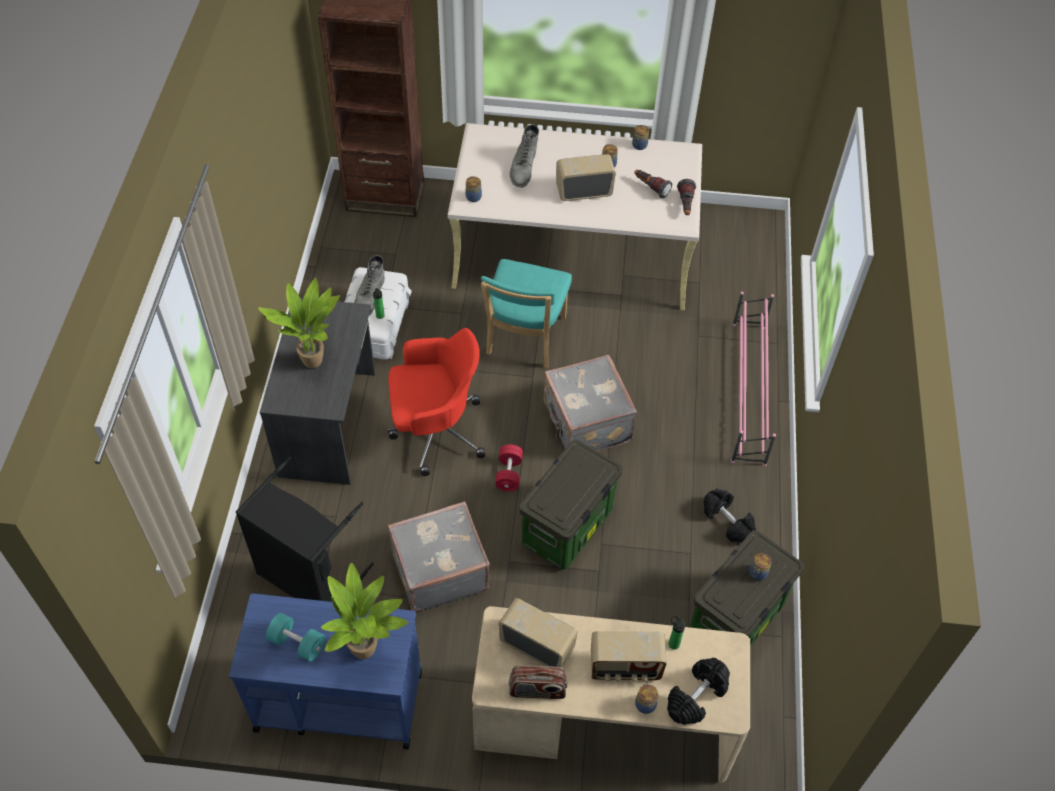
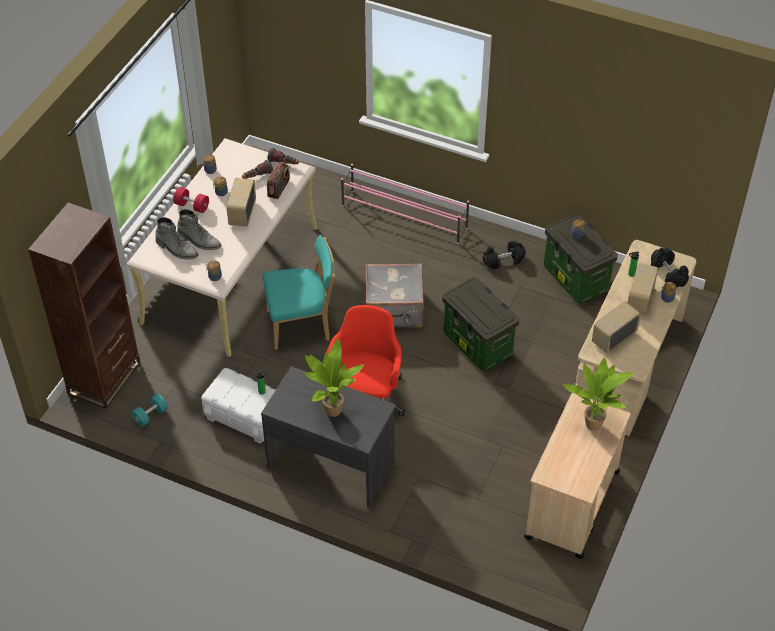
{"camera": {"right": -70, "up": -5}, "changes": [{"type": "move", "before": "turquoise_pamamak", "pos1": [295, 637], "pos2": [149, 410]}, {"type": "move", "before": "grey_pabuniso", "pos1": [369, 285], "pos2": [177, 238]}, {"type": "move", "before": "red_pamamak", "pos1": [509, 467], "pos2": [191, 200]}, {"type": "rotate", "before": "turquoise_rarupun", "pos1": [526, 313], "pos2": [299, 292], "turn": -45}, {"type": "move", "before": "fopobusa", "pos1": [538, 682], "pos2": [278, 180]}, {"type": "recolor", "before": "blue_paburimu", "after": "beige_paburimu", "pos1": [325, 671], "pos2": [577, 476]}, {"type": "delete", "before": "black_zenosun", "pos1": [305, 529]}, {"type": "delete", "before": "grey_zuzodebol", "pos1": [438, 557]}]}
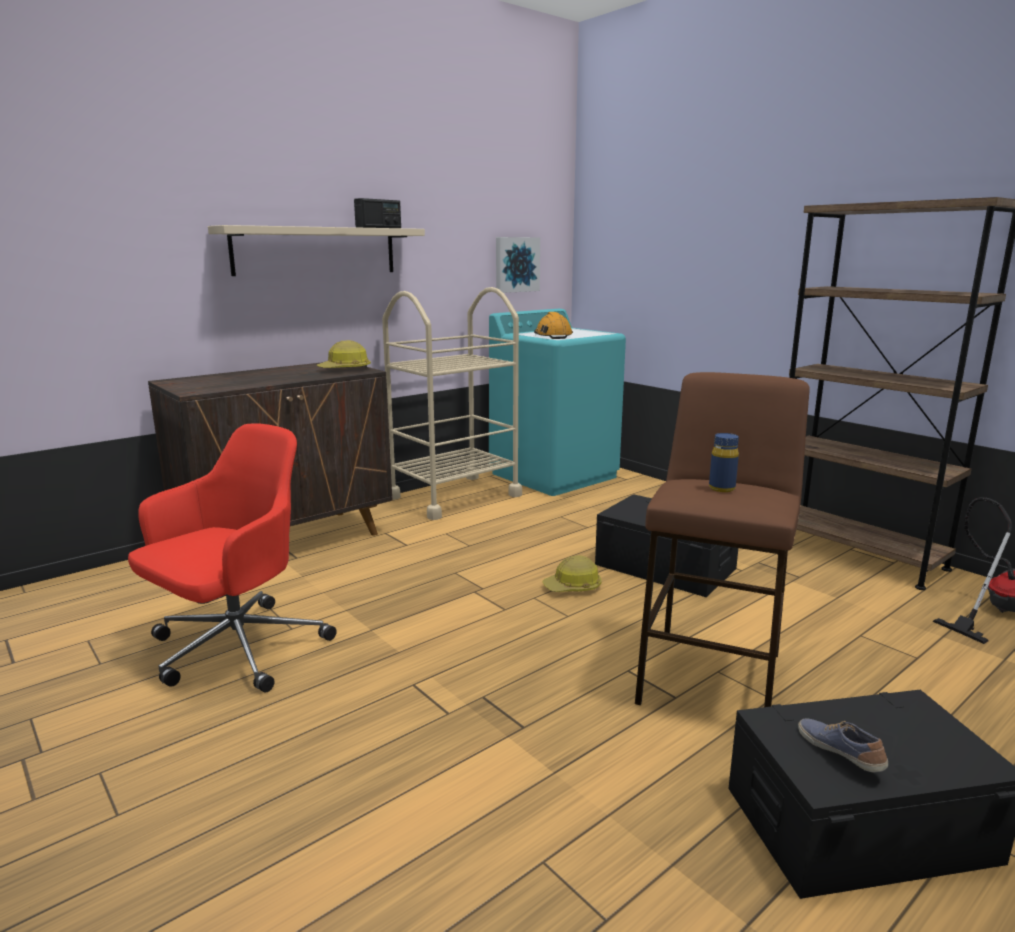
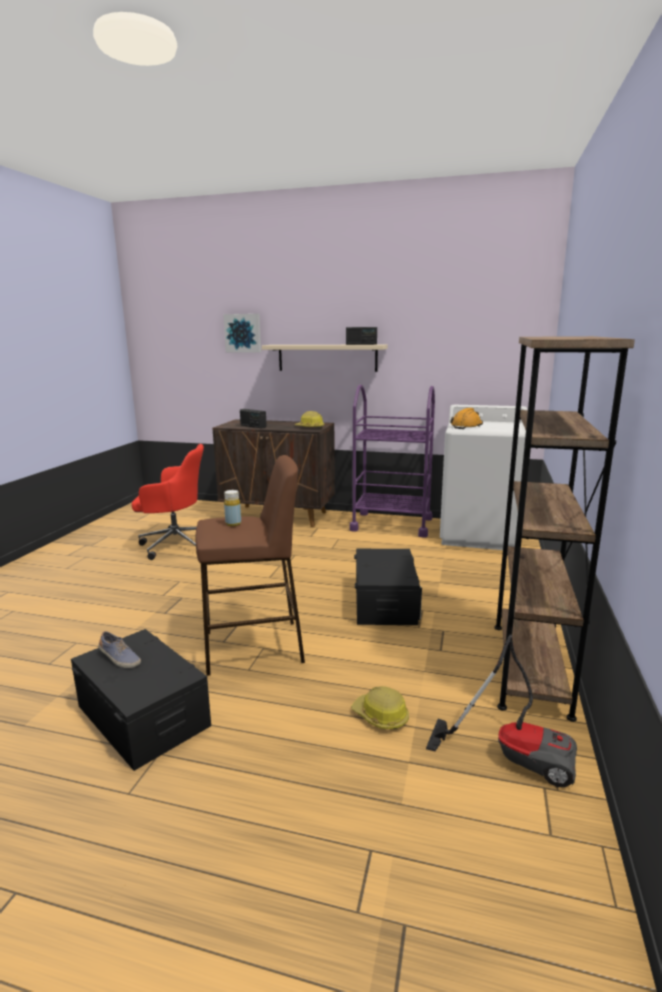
{"camera": {"right": 55, "up": 0}, "changes": [{"type": "rotate", "before": "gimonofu", "pos1": [843, 745], "pos2": [120, 649], "turn": 90}, {"type": "move", "before": "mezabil", "pos1": [518, 265], "pos2": [242, 333]}, {"type": "recolor", "before": "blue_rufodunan", "after": "yellow_rufodunan", "pos1": [724, 462], "pos2": [232, 508]}, {"type": "insert", "after": "fopobusa", "pos2": [253, 419]}, {"type": "recolor", "before": "beige_paburimu", "after": "purple_paburimu", "pos1": [452, 403], "pos2": [392, 461]}, {"type": "move", "before": "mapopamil", "pos1": [571, 573], "pos2": [380, 707]}, {"type": "recolor", "before": "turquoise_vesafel", "after": "white_vesafel", "pos1": [557, 402], "pos2": [483, 477]}]}
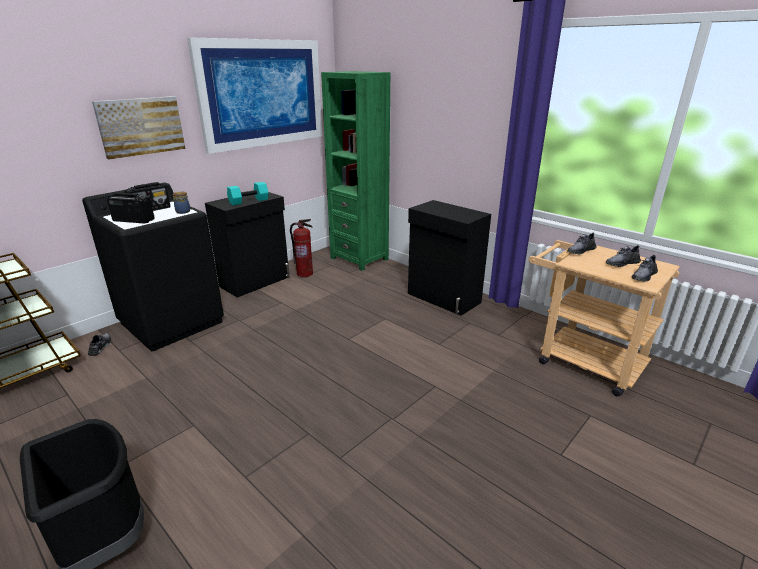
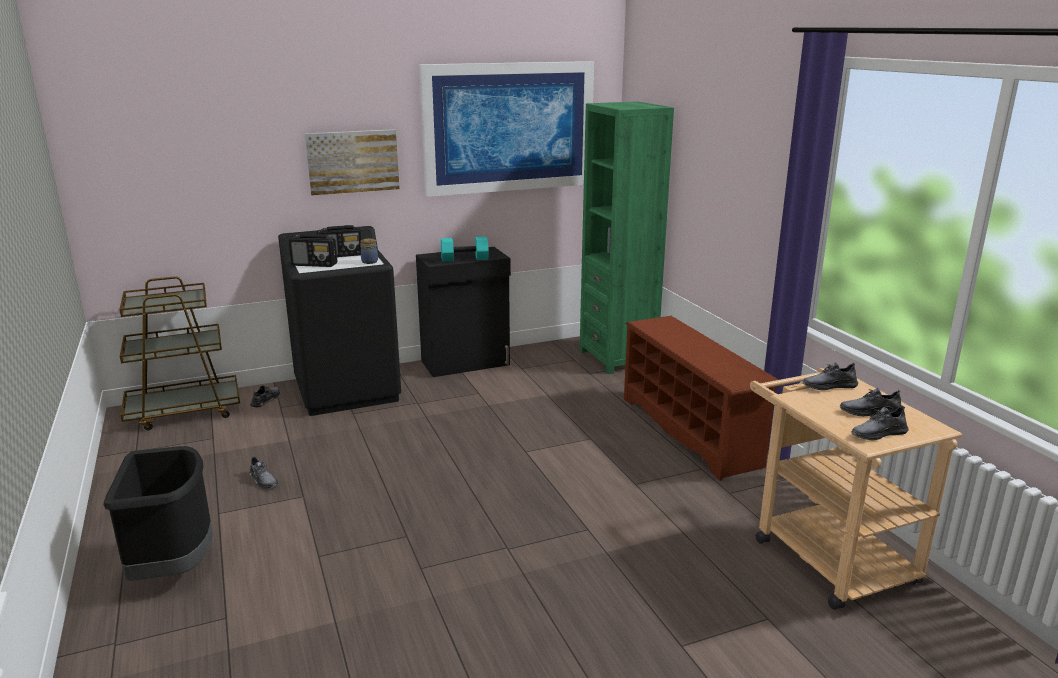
{"camera": {"right": 25, "up": -5}, "changes": [{"type": "insert", "after": "grey_gimonofu", "pos2": [263, 472]}, {"type": "rotate", "before": "fopobusa", "pos1": [131, 208], "pos2": [313, 250], "turn": 150}, {"type": "replace", "before": "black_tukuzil", "after": "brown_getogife", "pos1": [449, 258], "pos2": [704, 398]}, {"type": "delete", "before": "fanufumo", "pos1": [301, 248]}]}
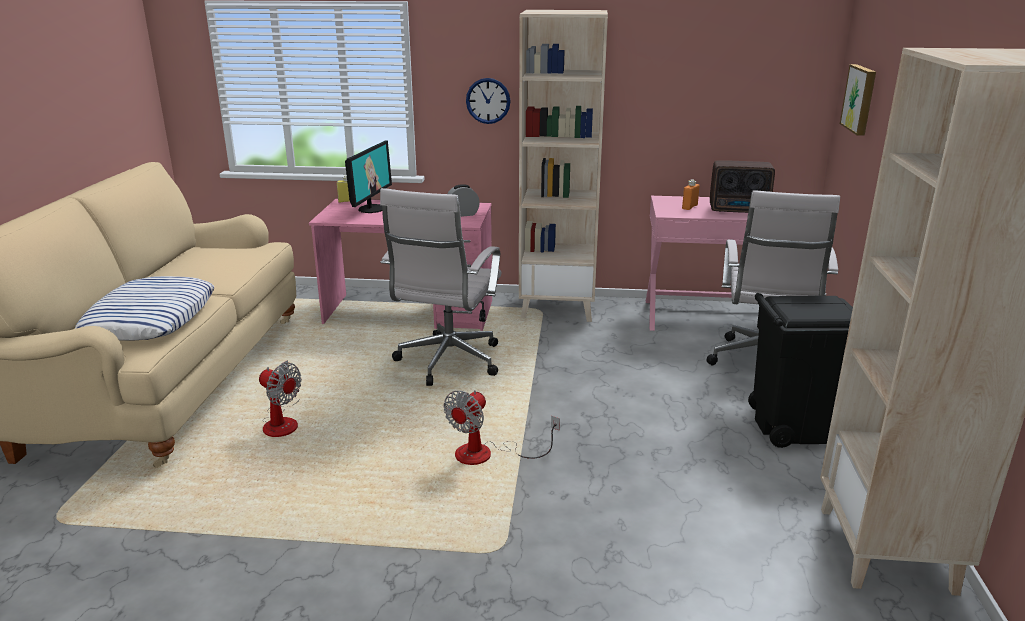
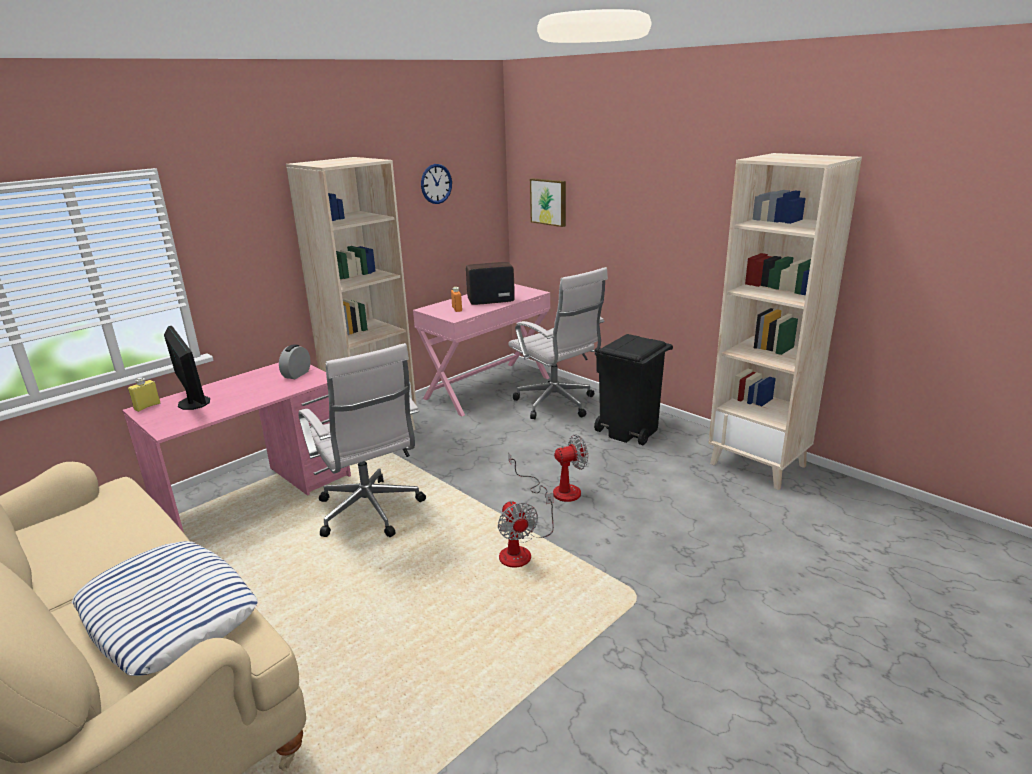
{"camera": {"right": -50, "up": 0}, "changes": [{"type": "move", "before": "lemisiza", "pos1": [488, 101], "pos2": [436, 184]}, {"type": "rotate", "before": "fopobusa", "pos1": [742, 186], "pos2": [490, 283], "turn": -150}, {"type": "move", "before": "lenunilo", "pos1": [280, 398], "pos2": [548, 468]}]}
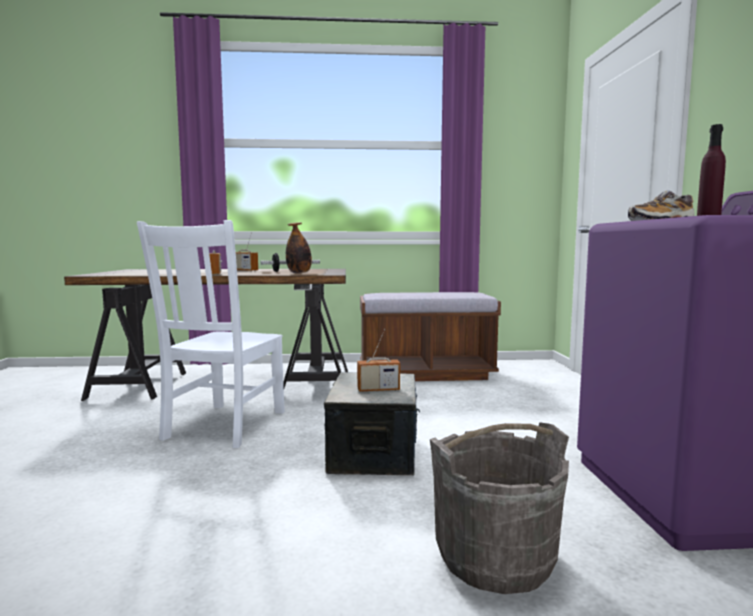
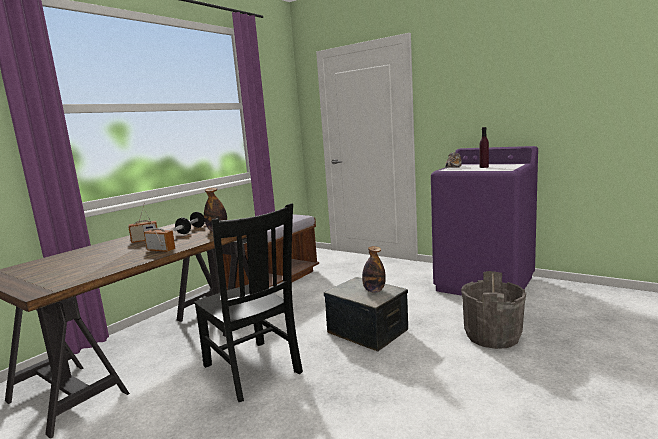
{"camera": {"right": -50, "up": 5}, "changes": [{"type": "recolor", "before": "white_rarupun", "after": "black_rarupun", "pos1": [211, 334], "pos2": [248, 302]}, {"type": "replace", "before": "fopobusa", "after": "rufodunan", "pos1": [378, 360], "pos2": [374, 269]}]}
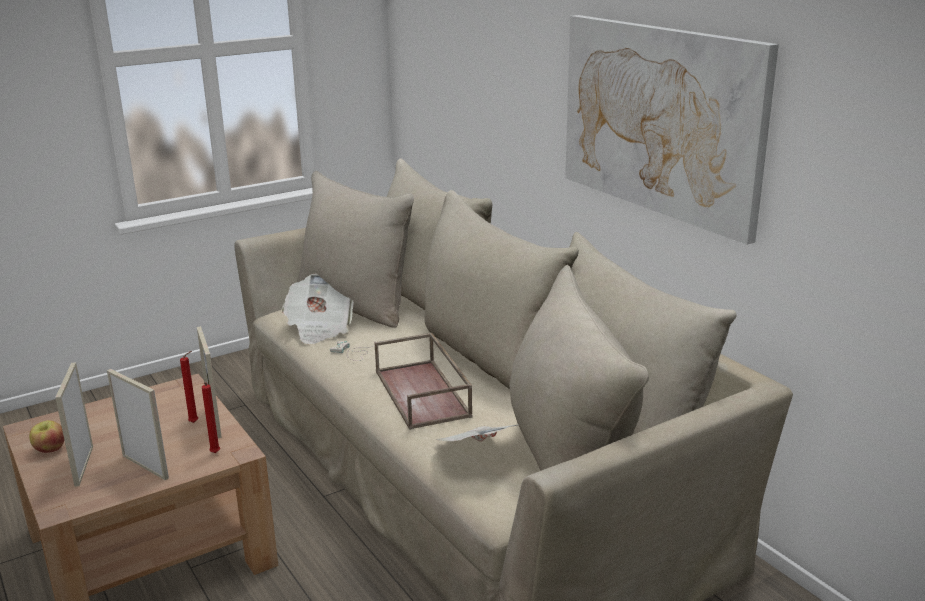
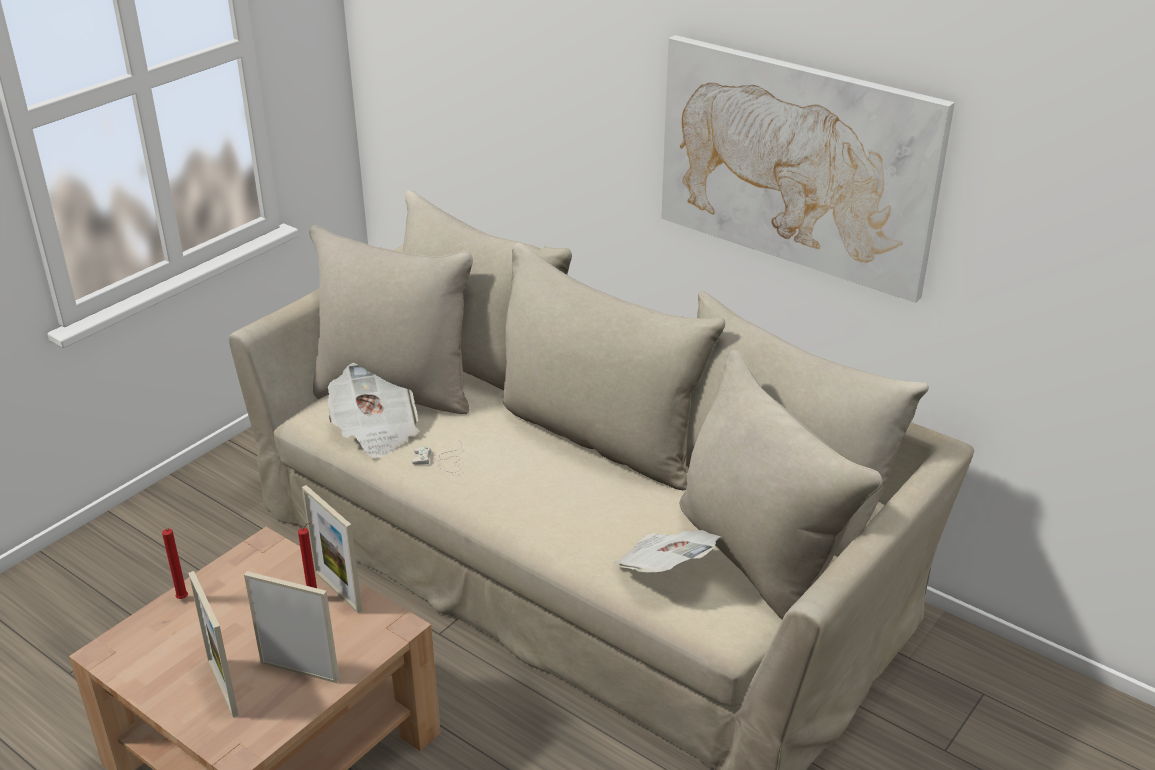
{"camera": {"right": -20, "up": 10}, "changes": [{"type": "move", "before": "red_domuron", "pos1": [211, 417], "pos2": [175, 563]}, {"type": "delete", "before": "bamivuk", "pos1": [46, 436]}, {"type": "delete", "before": "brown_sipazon", "pos1": [423, 381]}]}
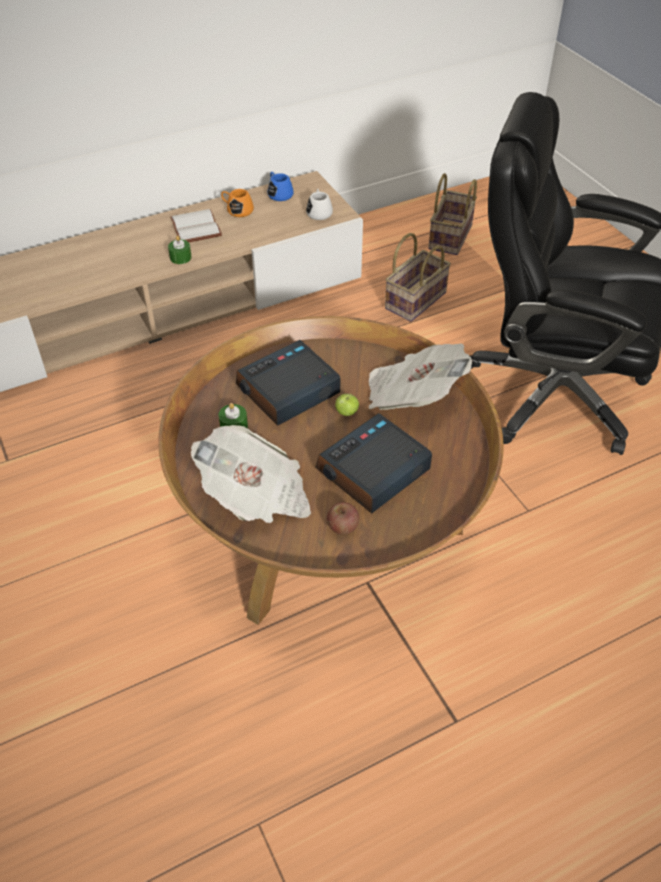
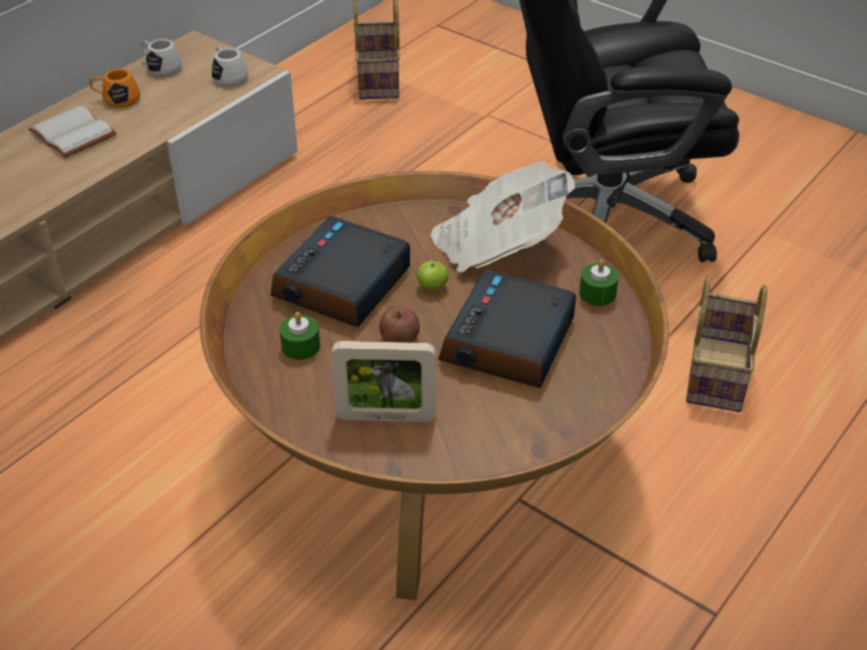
{"camera": {"right": -25, "up": -5}, "changes": [{"type": "recolor", "before": "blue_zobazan", "after": "white_zobazan", "pos1": [281, 186], "pos2": [161, 57]}, {"type": "replace", "before": "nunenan", "after": "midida", "pos1": [251, 474], "pos2": [383, 381]}, {"type": "move", "before": "bamivuk", "pos1": [343, 518], "pos2": [399, 324]}, {"type": "move", "before": "green_domuron", "pos1": [180, 250], "pos2": [599, 282]}, {"type": "move", "before": "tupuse", "pos1": [418, 277], "pos2": [726, 344]}]}
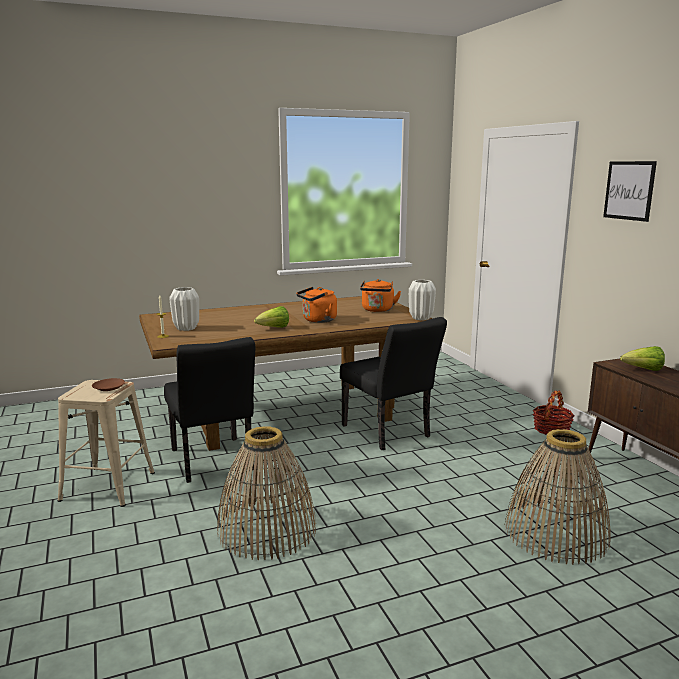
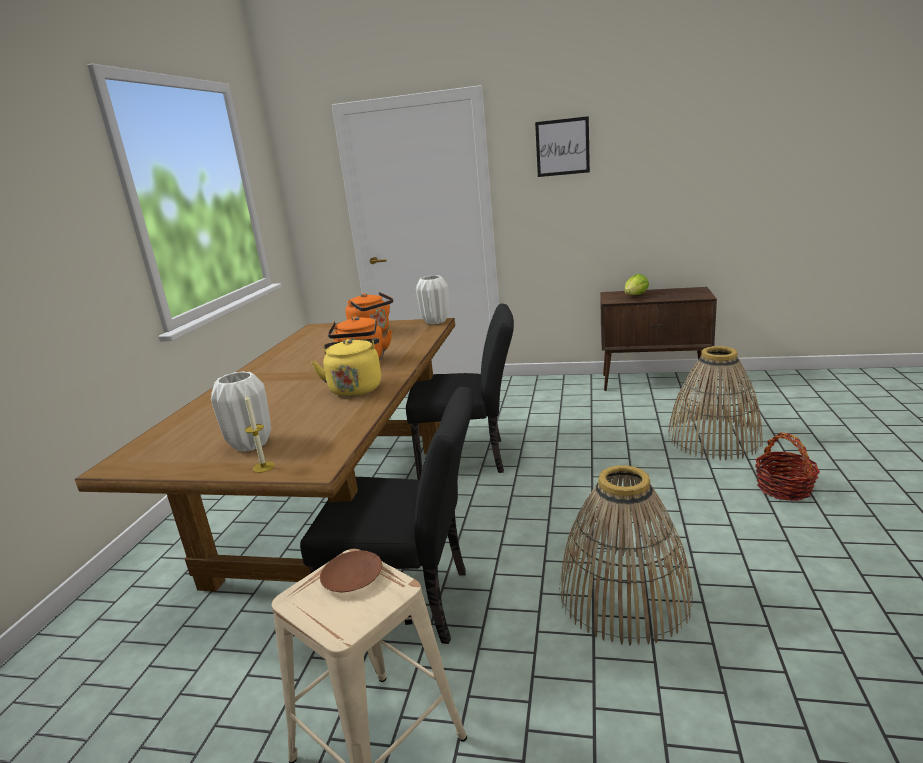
{"camera": {"right": -55, "up": 5}, "changes": [{"type": "replace", "before": "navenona", "after": "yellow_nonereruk", "pos1": [271, 317], "pos2": [346, 367]}, {"type": "move", "before": "tupuse", "pos1": [553, 413], "pos2": [787, 466]}]}
